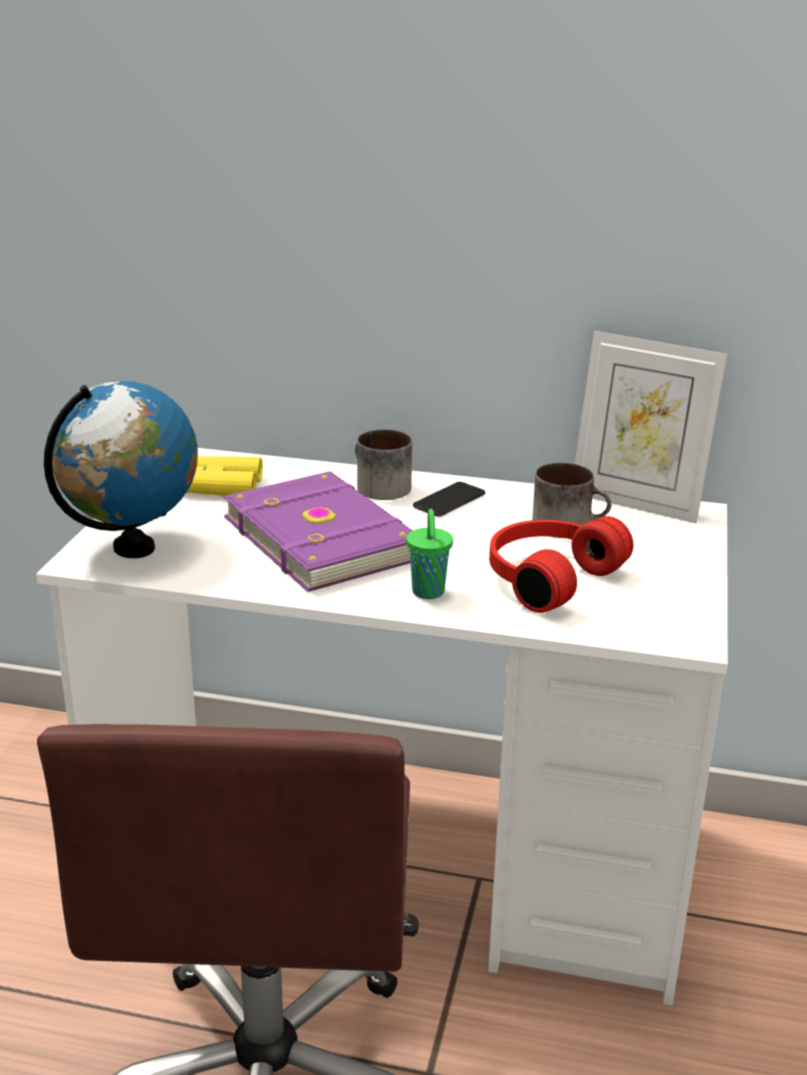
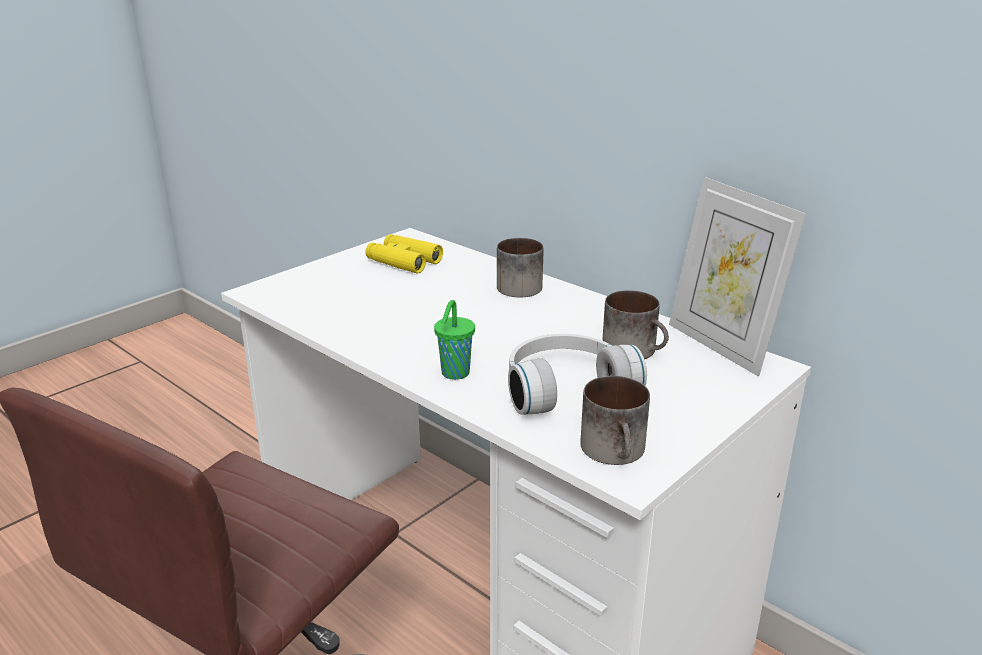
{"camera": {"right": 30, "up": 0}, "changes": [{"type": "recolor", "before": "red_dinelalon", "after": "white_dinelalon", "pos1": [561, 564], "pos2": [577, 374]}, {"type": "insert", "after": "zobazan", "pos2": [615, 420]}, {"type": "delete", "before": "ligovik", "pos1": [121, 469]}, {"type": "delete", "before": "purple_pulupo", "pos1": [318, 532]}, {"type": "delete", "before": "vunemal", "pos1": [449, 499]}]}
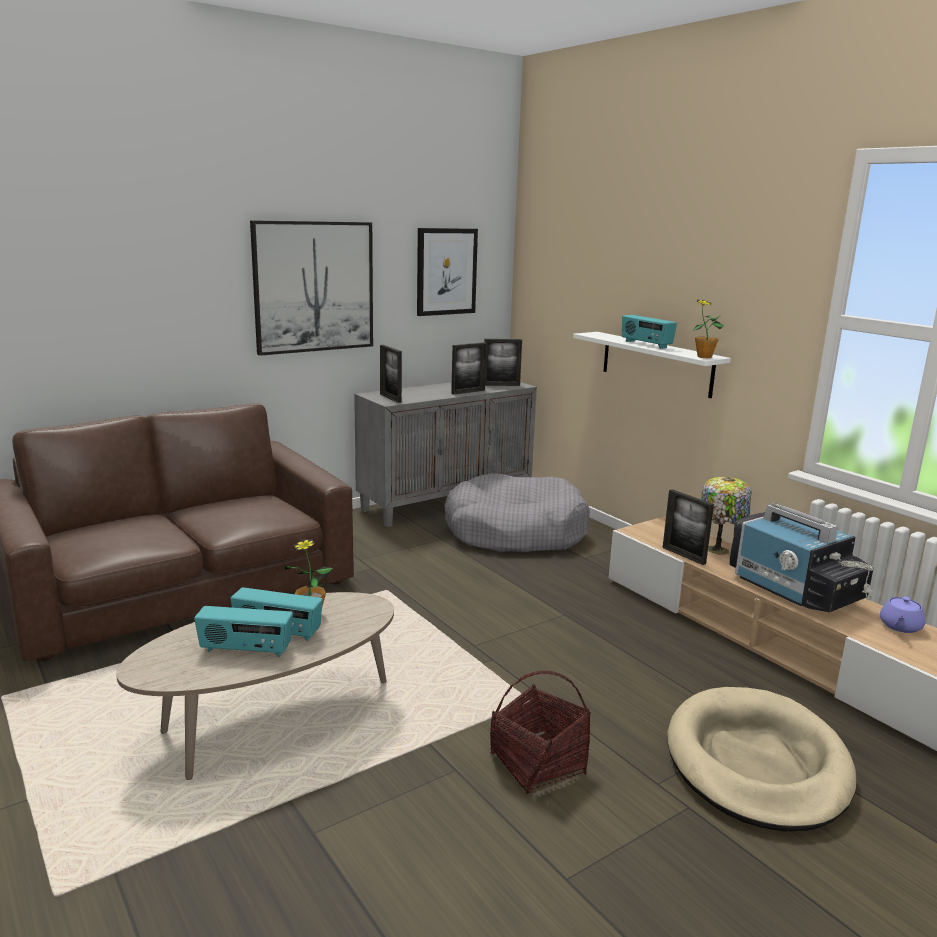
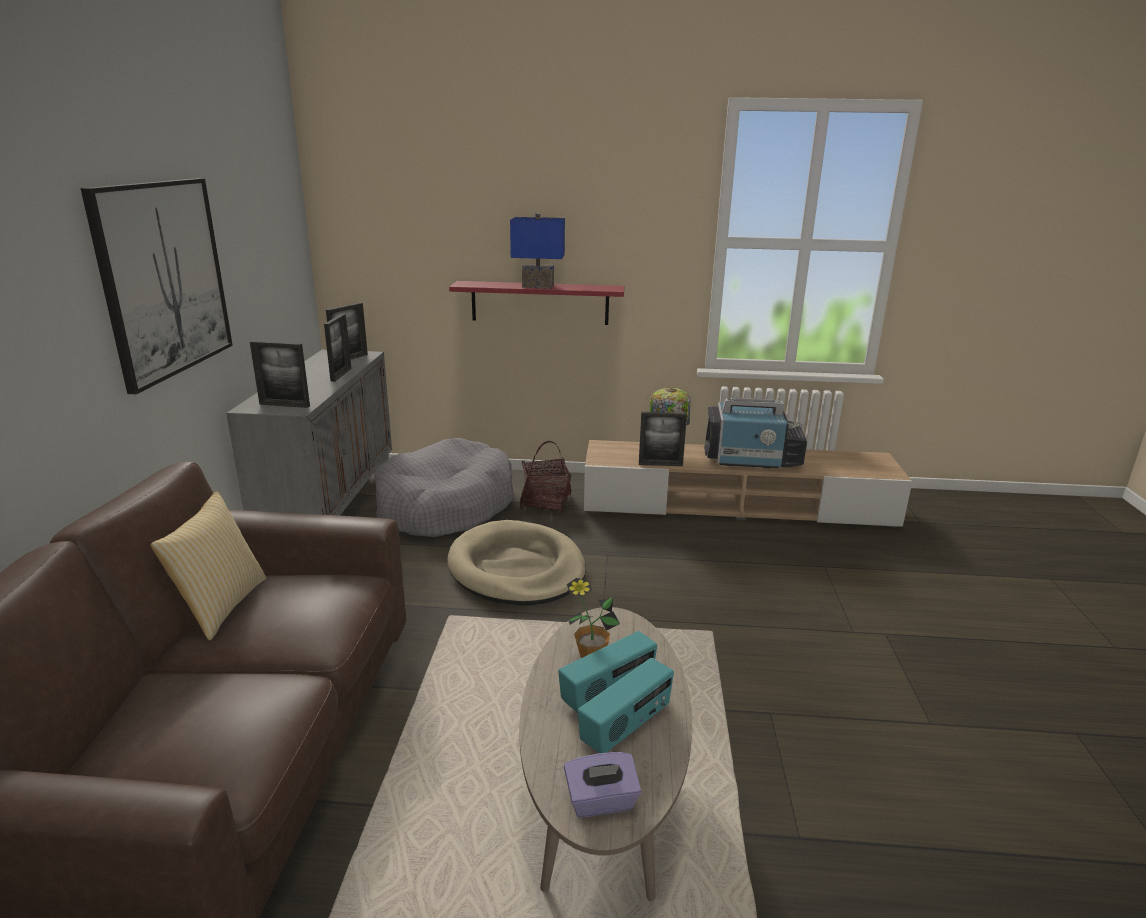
{"camera": {"right": -50, "up": 5}, "changes": [{"type": "insert", "after": "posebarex", "pos2": [208, 566]}, {"type": "move", "before": "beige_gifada", "pos1": [762, 759], "pos2": [516, 562]}, {"type": "recolor", "before": "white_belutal", "after": "red_belutal", "pos1": [652, 365], "pos2": [537, 303]}, {"type": "replace", "before": "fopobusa", "after": "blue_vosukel", "pos1": [649, 332], "pos2": [537, 251]}, {"type": "move", "before": "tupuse", "pos1": [540, 732], "pos2": [545, 476]}, {"type": "insert", "after": "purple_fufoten", "pos2": [602, 785]}, {"type": "delete", "before": "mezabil", "pos1": [447, 272]}, {"type": "delete", "before": "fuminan", "pos1": [708, 329]}, {"type": "delete", "before": "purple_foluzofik", "pos1": [902, 614]}]}
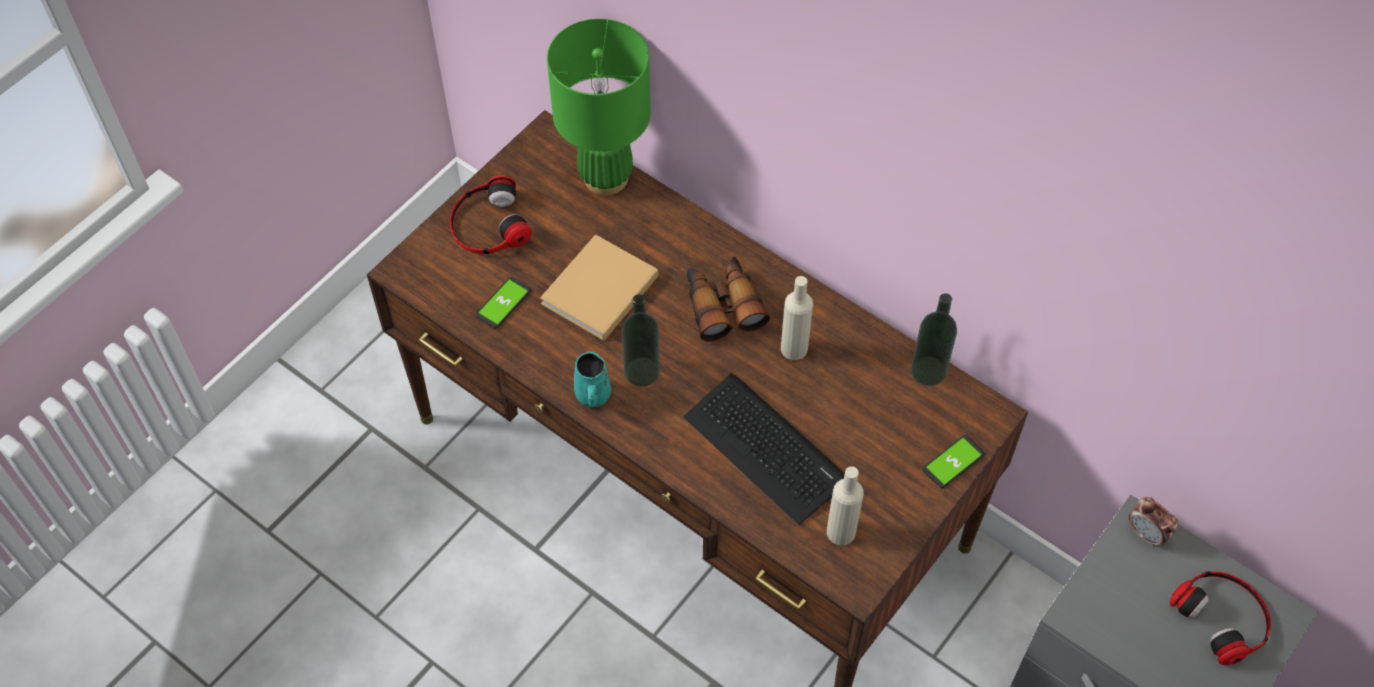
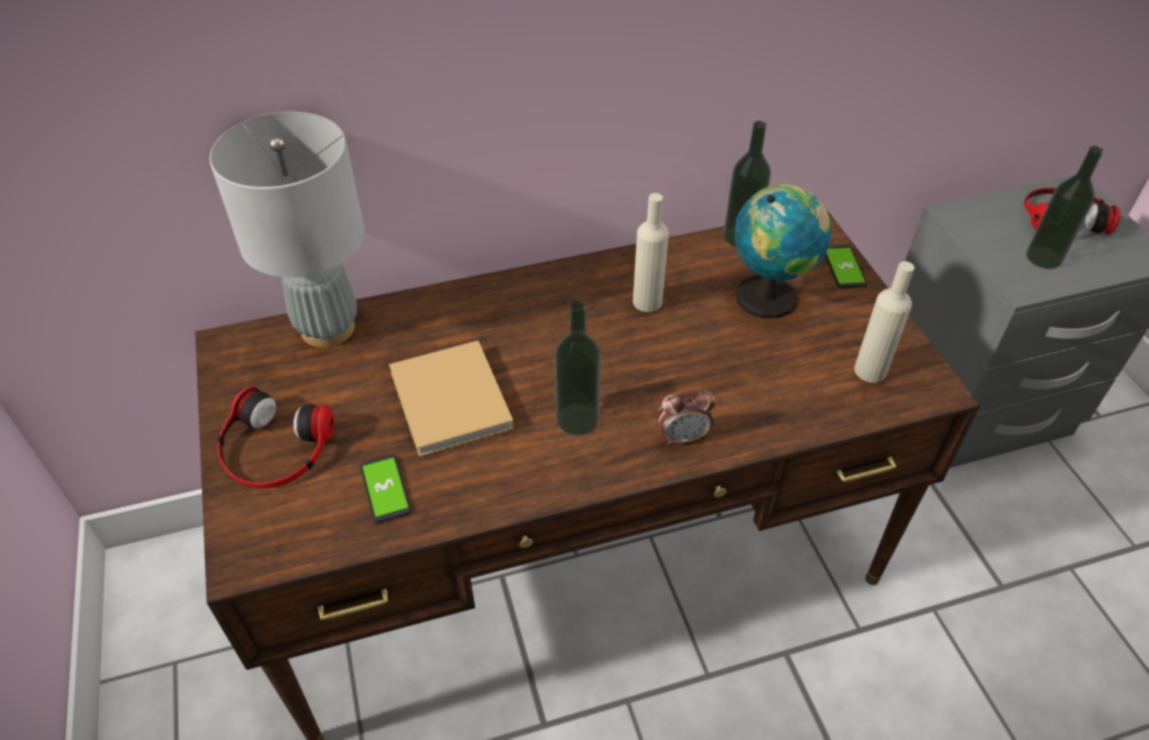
{"camera": {"right": -55, "up": -10}, "changes": [{"type": "recolor", "before": "green_vosukel", "after": "grey_vosukel", "pos1": [599, 107], "pos2": [287, 229]}, {"type": "move", "before": "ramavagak", "pos1": [1153, 522], "pos2": [686, 416]}, {"type": "insert", "after": "ligovik", "pos2": [782, 251]}, {"type": "insert", "after": "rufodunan", "pos2": [1065, 207]}, {"type": "delete", "before": "turquoise_zobazan", "pos1": [592, 380]}, {"type": "delete", "before": "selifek", "pos1": [764, 449]}, {"type": "delete", "before": "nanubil", "pos1": [728, 299]}]}
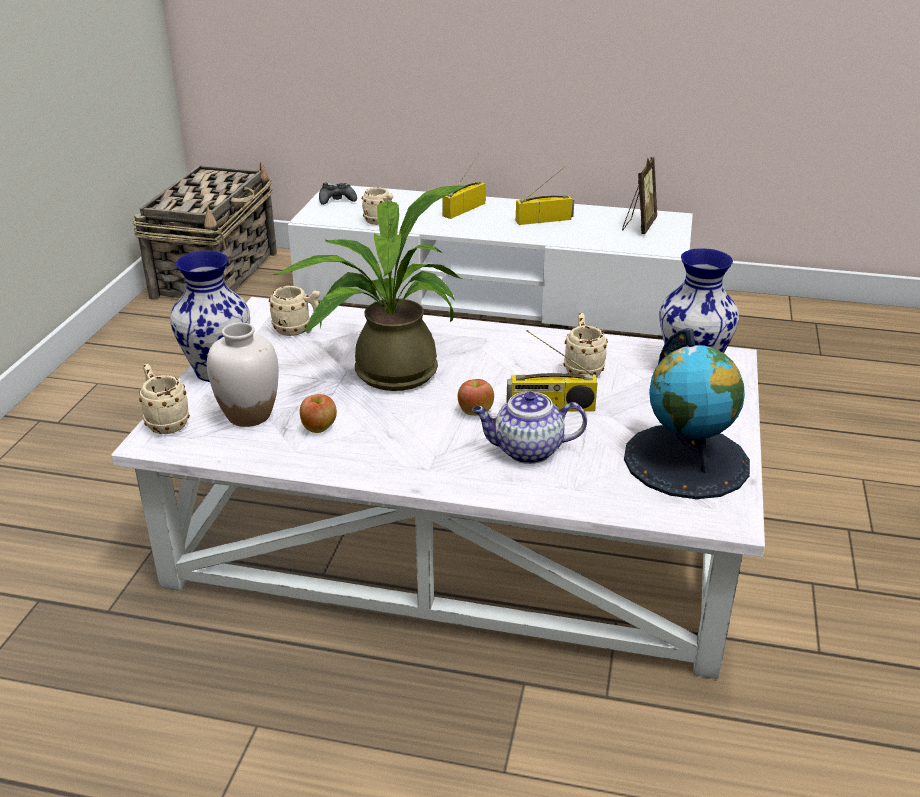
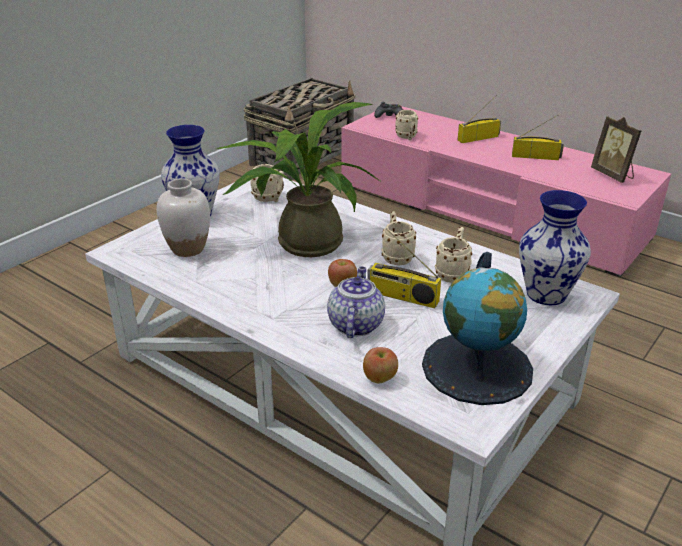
{"camera": {"right": 25, "up": 0}, "changes": [{"type": "rotate", "before": "foluzofik", "pos1": [529, 428], "pos2": [356, 302], "turn": 75}, {"type": "recolor", "before": "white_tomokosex", "after": "pink_tomokosex", "pos1": [490, 261], "pos2": [506, 191]}, {"type": "move", "before": "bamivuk", "pos1": [318, 413], "pos2": [380, 365]}, {"type": "move", "before": "beige_zobazan", "pos1": [164, 399], "pos2": [398, 238]}, {"type": "rotate", "before": "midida", "pos1": [639, 195], "pos2": [616, 150], "turn": 105}]}
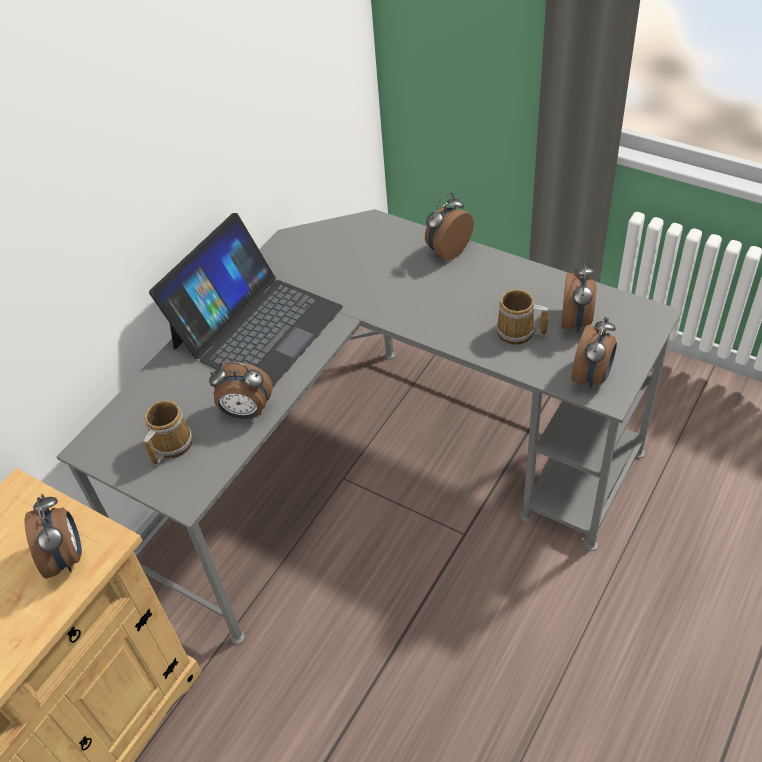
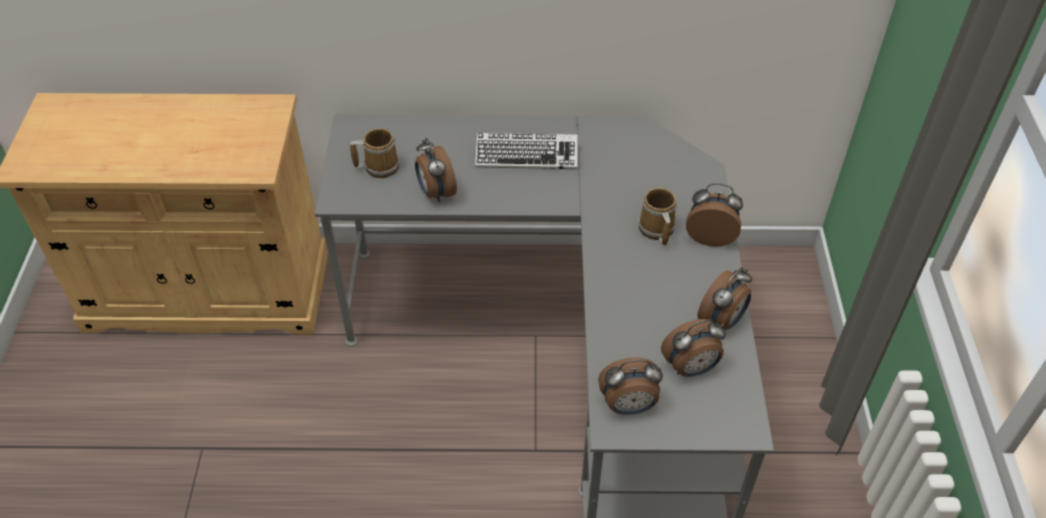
{"camera": {"right": 55, "up": 0}, "changes": [{"type": "replace", "before": "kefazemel", "after": "selifek", "pos1": [246, 299], "pos2": [526, 151]}, {"type": "move", "before": "zobazan", "pos1": [522, 317], "pos2": [657, 217]}, {"type": "move", "before": "ramavagak", "pos1": [53, 536], "pos2": [724, 298]}]}
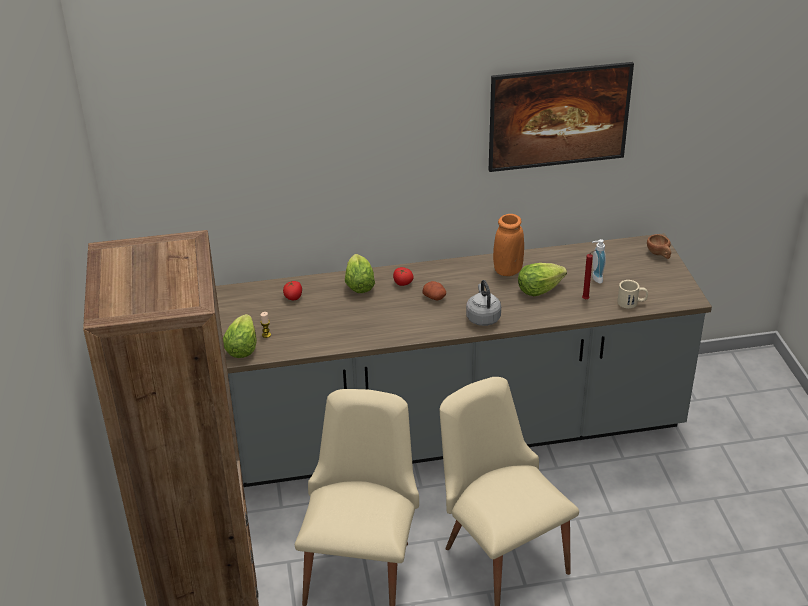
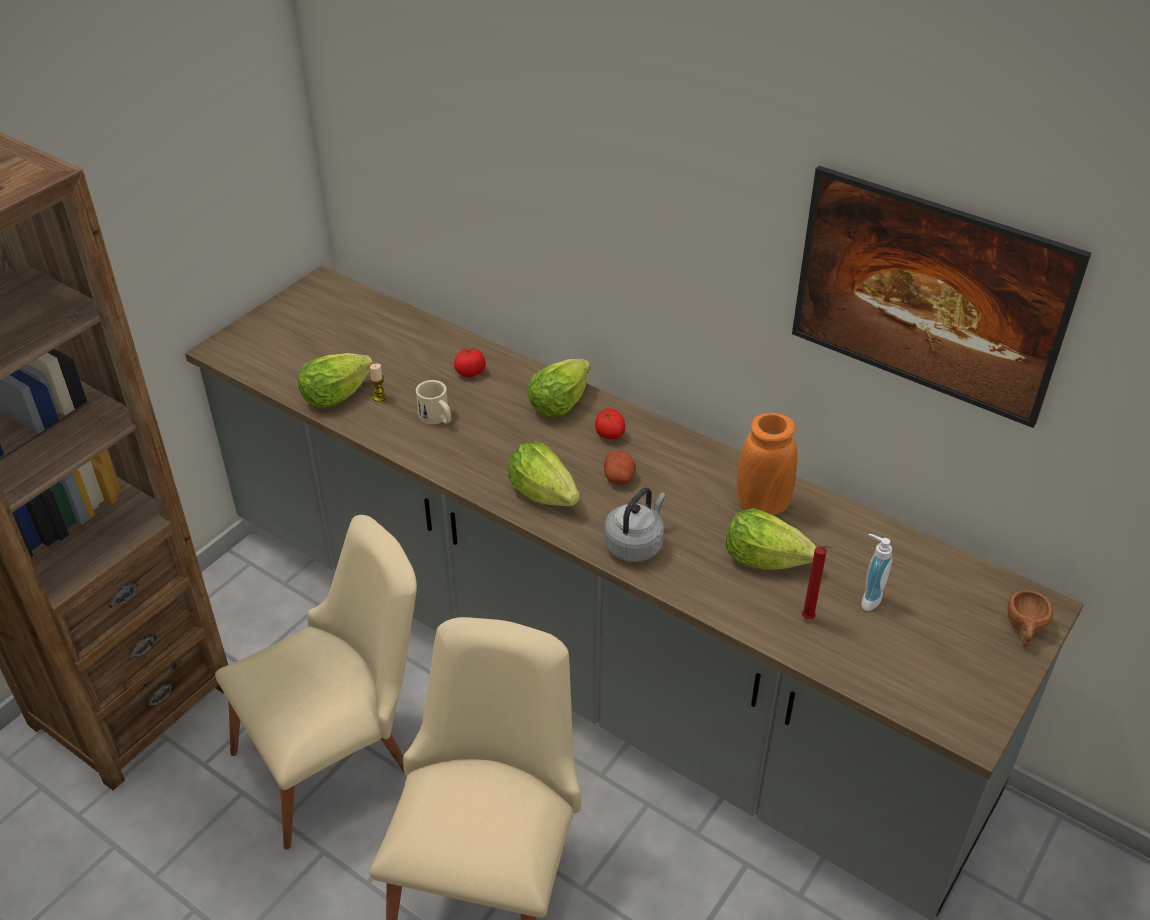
{"camera": {"right": 45, "up": 5}, "changes": [{"type": "move", "before": "beige_zobazan", "pos1": [632, 294], "pos2": [433, 402]}, {"type": "insert", "after": "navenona", "pos2": [544, 474]}]}
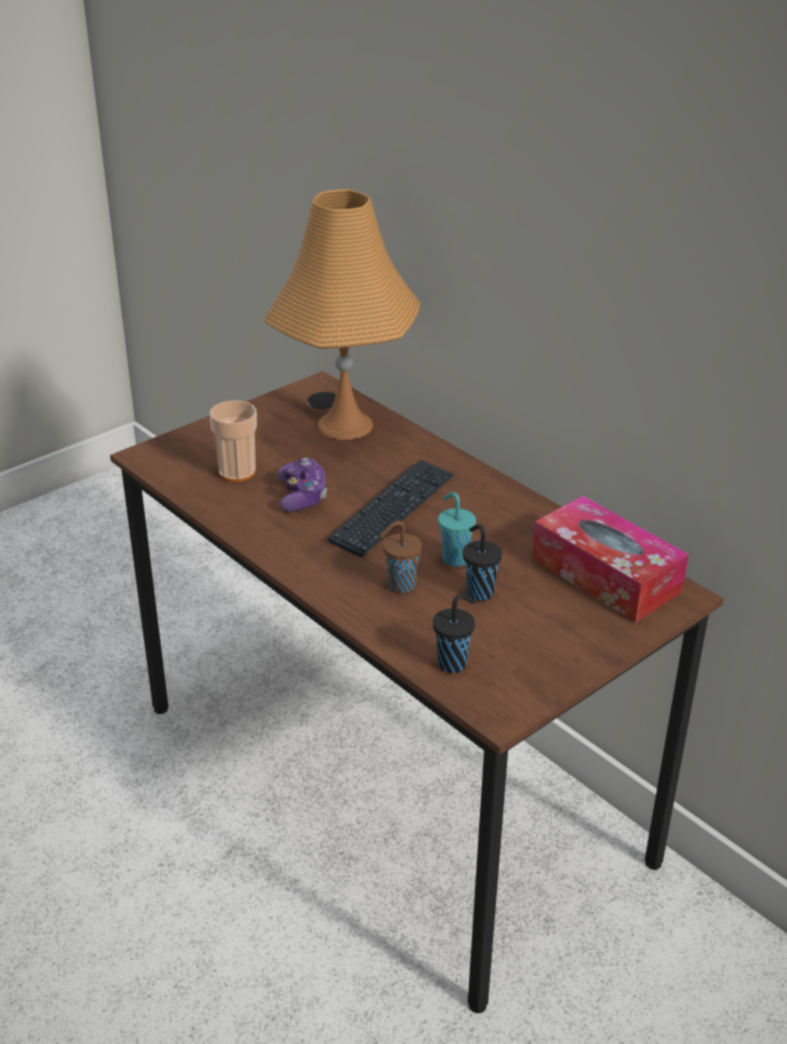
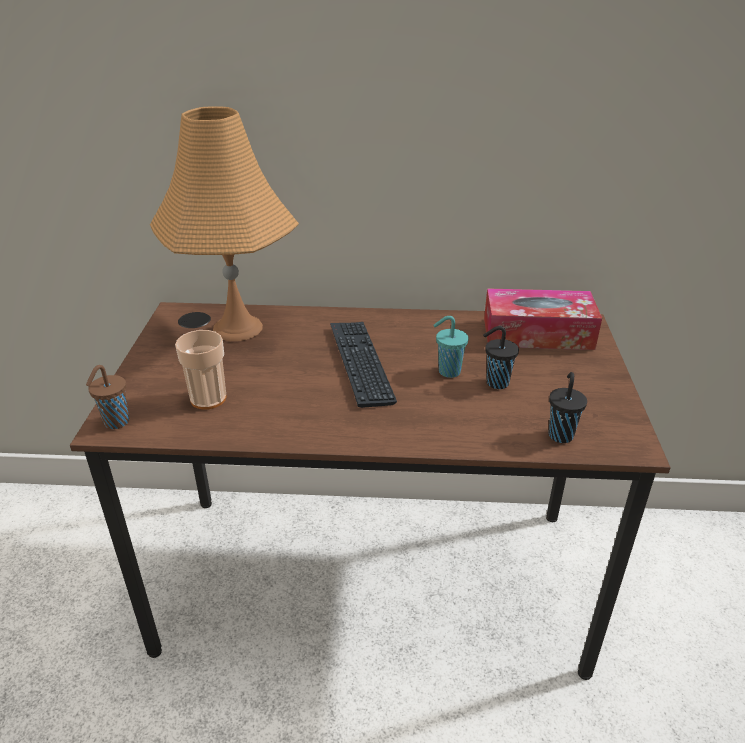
{"camera": {"right": -45, "up": 0}, "changes": [{"type": "move", "before": "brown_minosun", "pos1": [400, 557], "pos2": [107, 397]}, {"type": "delete", "before": "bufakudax", "pos1": [301, 484]}]}
